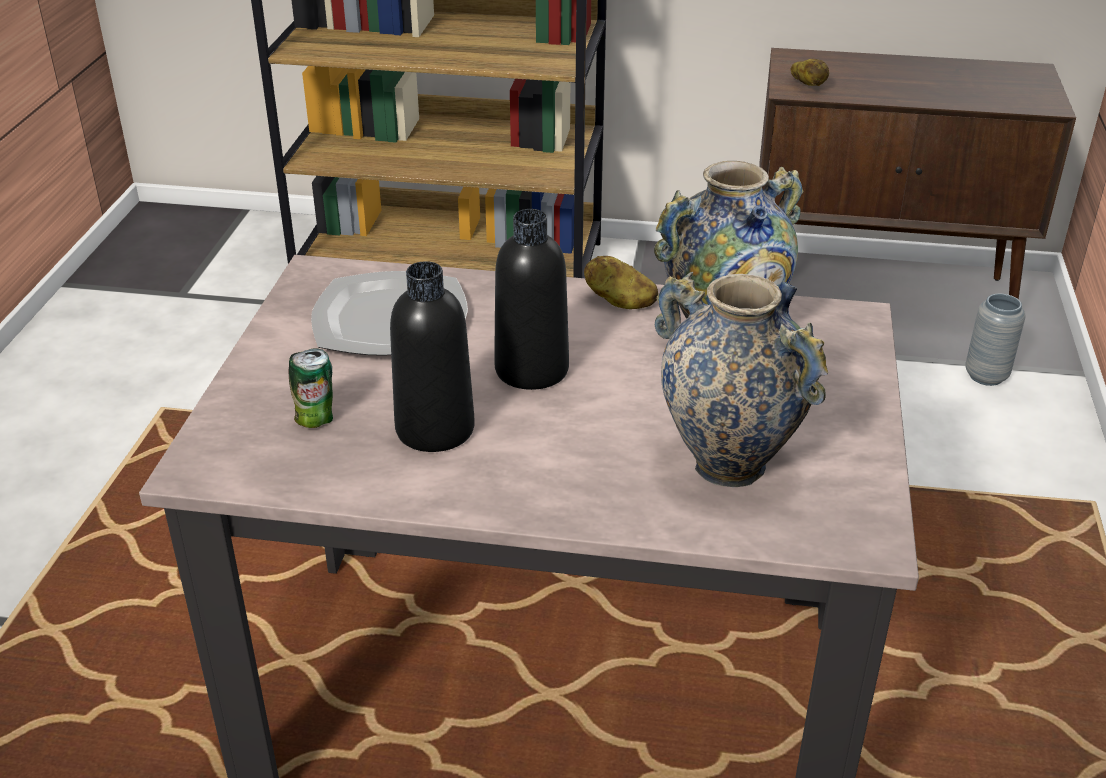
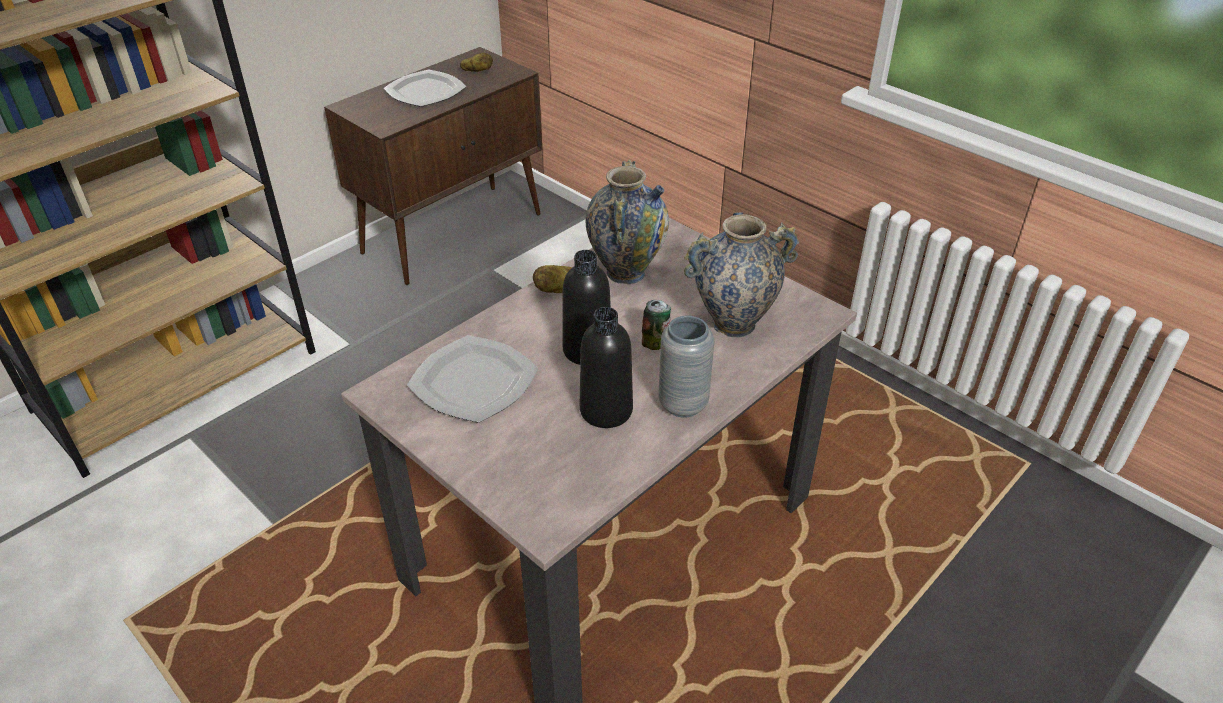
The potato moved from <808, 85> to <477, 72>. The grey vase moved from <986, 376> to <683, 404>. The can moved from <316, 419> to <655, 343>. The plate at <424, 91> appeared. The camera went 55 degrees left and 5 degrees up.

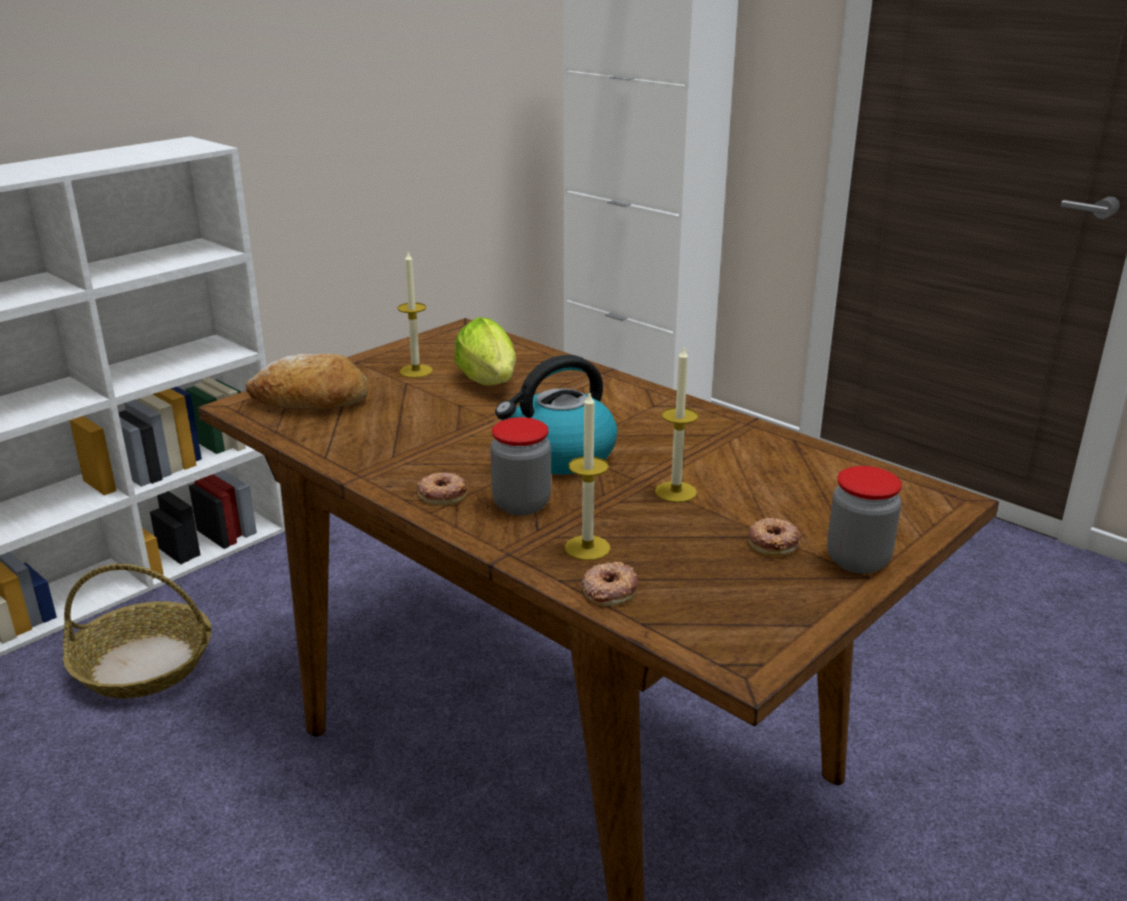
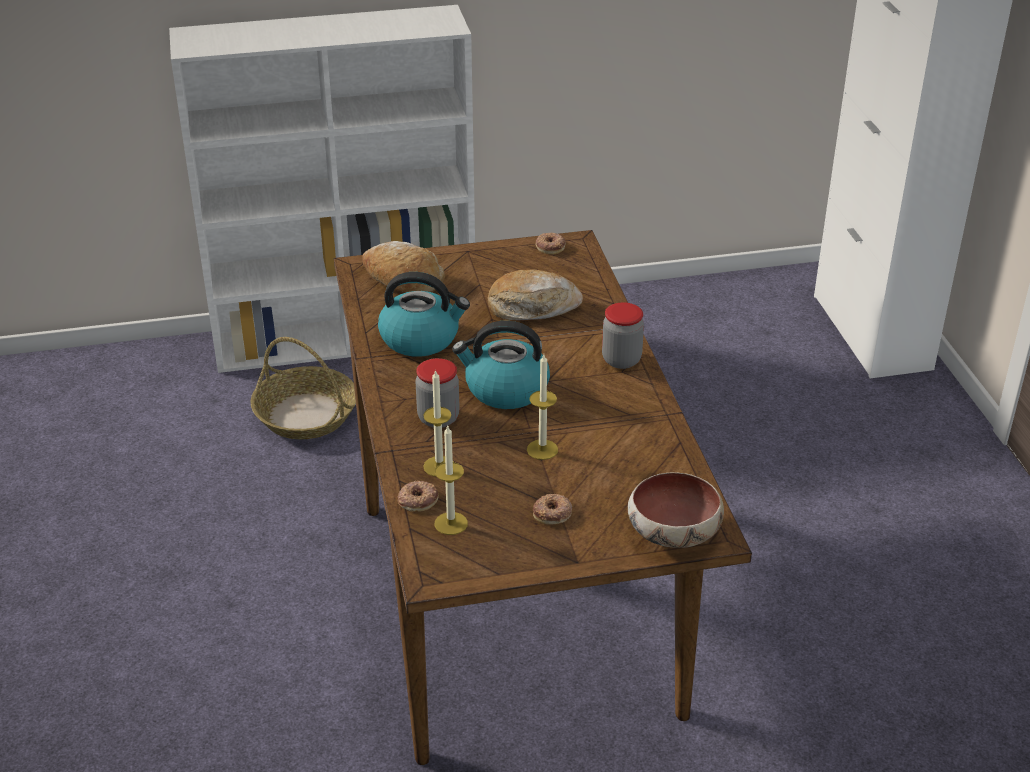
The candle moved from <416, 371> to <451, 523>. The lettuce at <490, 384> was replaced by the bread at <533, 307>. The jar moved from <857, 560> to <621, 360>. The donut moved from <442, 494> to <550, 246>. The kettle at <421, 338> appeared. The bowl at <672, 534> appeared. The camera went 35 degrees right and 10 degrees up.

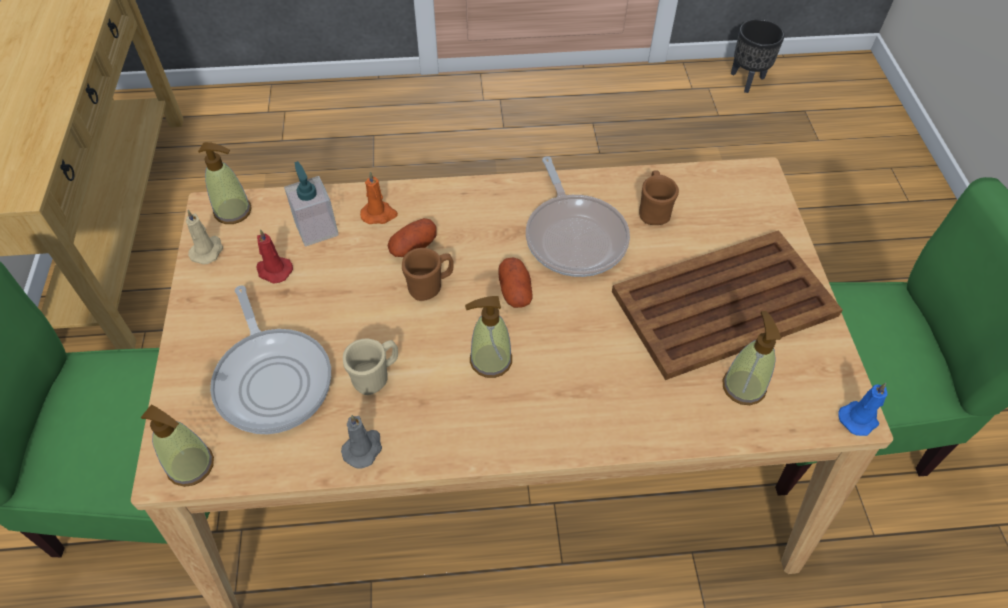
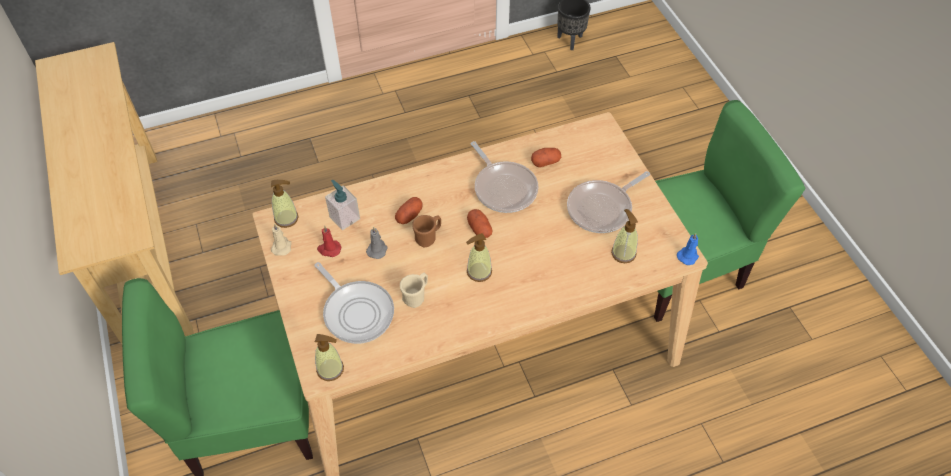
The brown mug at <653, 211> was replaced by the potato at <545, 162>. The orange candle at <379, 214> disappeared. The brown tray at <726, 303> was replaced by the frying pan at <602, 209>. The grey candle moved from <363, 448> to <377, 249>. The camera went 15 degrees left and 0 degrees up.

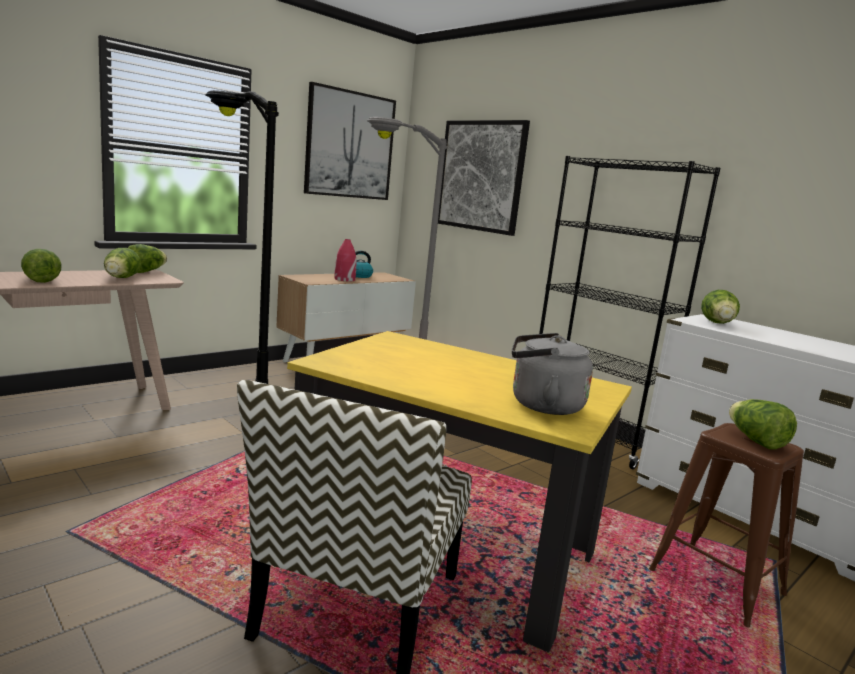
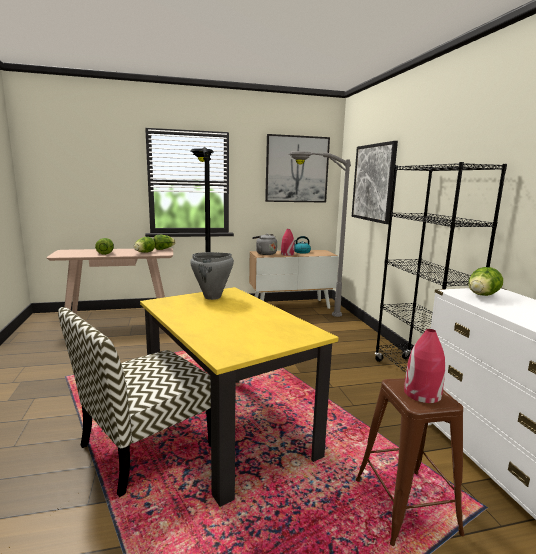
The grey kettle moved from <541, 405> to <265, 253>. The lettuce at <756, 441> was replaced by the red vase at <422, 394>. The grey cooking pot at <212, 297> appeared. The camera went 30 degrees right and 0 degrees up.

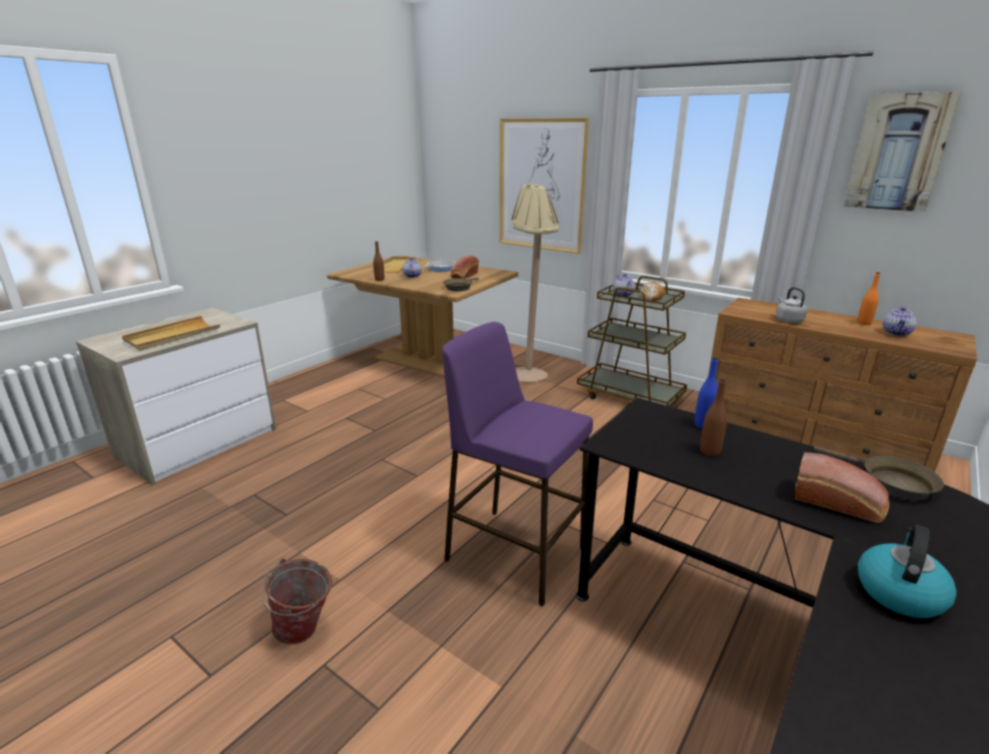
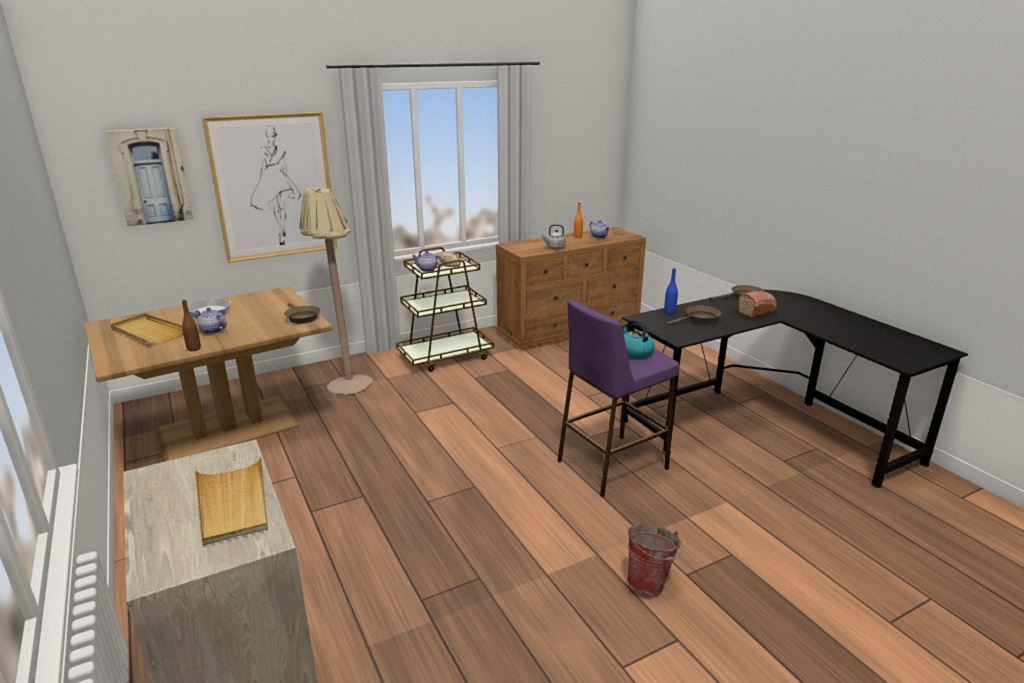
The picture moved from <898, 153> to <151, 176>. The bread at <464, 276> disappeared. The brown bottle at <710, 451> was replaced by the brown frying pan at <699, 319>. The kettle moved from <899, 592> to <634, 352>. The camera went 65 degrees left and 0 degrees up.

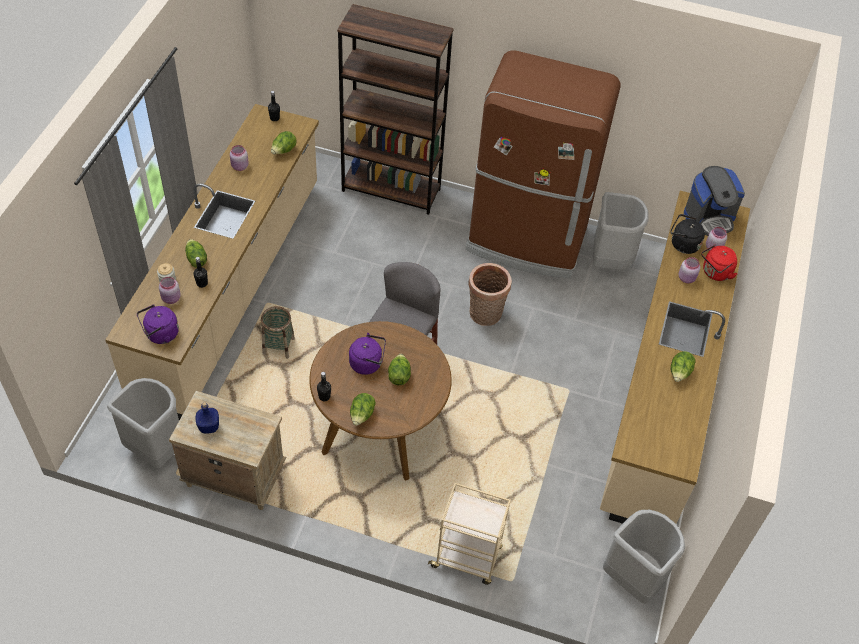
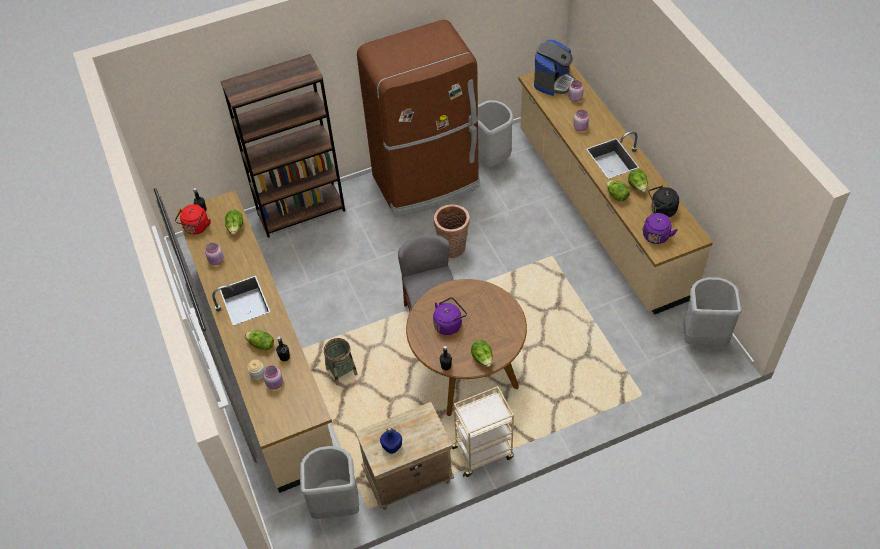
The black kettle moved from <682, 244> to <661, 210>. The red kettle moved from <715, 273> to <196, 228>. The purple kettle moved from <160, 334> to <655, 237>. The lettuce moved from <399, 376> to <616, 196>. The beige cart moved from <467, 557> to <483, 452>. The camera went 35 degrees left and 0 degrees up.

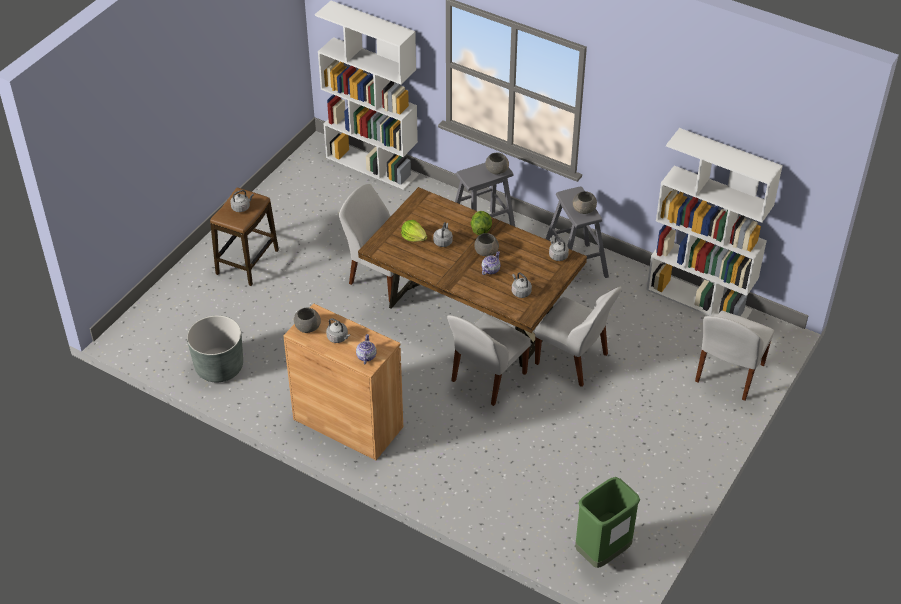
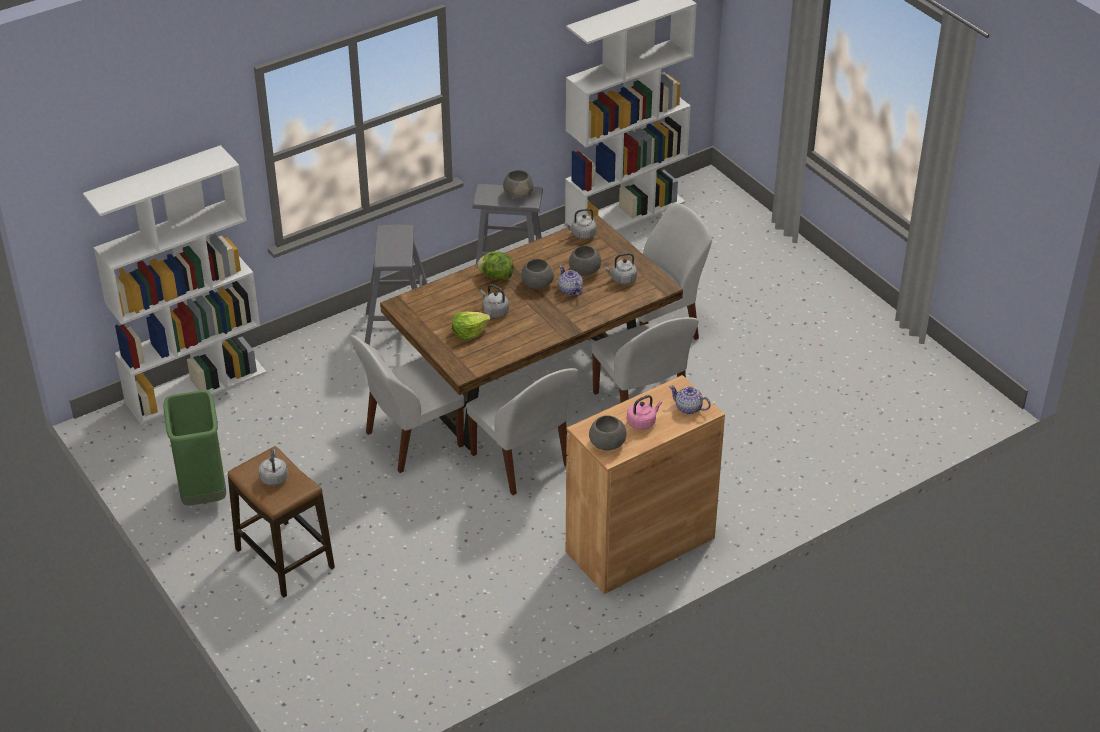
The grey bowl moved from <496, 170> to <584, 271>. The white chair moved from <728, 374> to <521, 462>. The grey planter at <219, 367> disappeared. The grey kettle at <338, 338> became the pink kettle at <642, 422>. The green trash can moved from <602, 553> to <204, 494>. The camera went 65 degrees left and 5 degrees down.

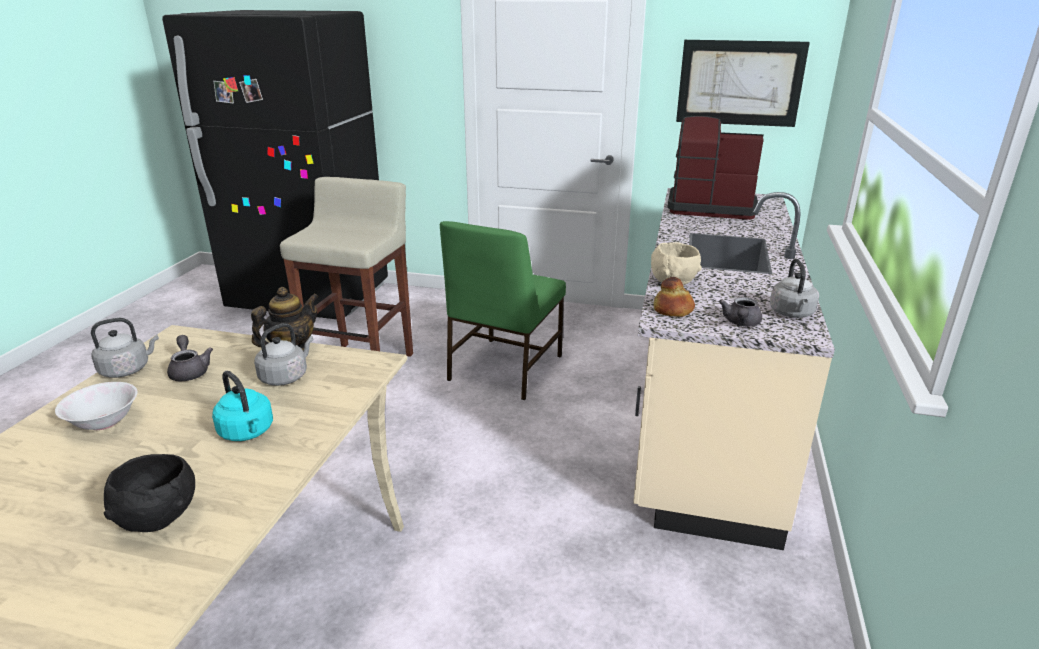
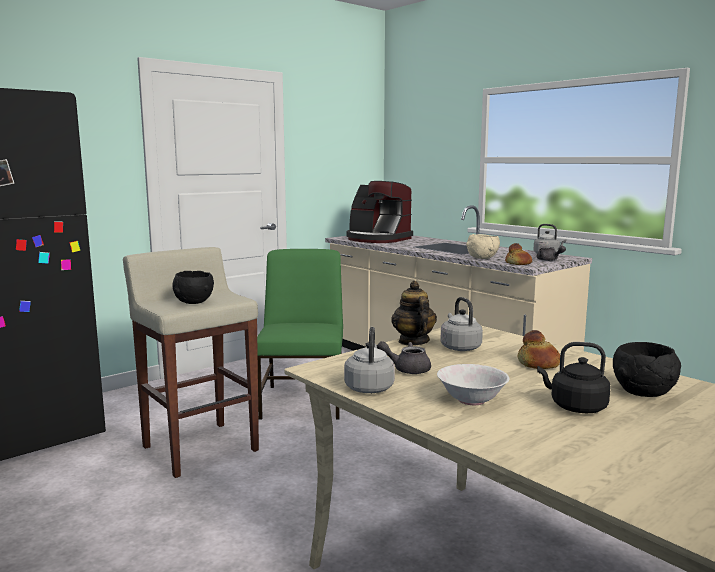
The picture at <739, 83> disappeared. The coffee machine at <709, 207> turned 105 degrees counterclockwise. The green chair at <504, 368> turned 150 degrees counterclockwise. The turquoise kettle at <248, 432> was replaced by the bread at <539, 363>. The black bowl at <193, 303> appeared. The black kettle at <575, 407> appeared. The camera went 55 degrees left and 15 degrees down.

